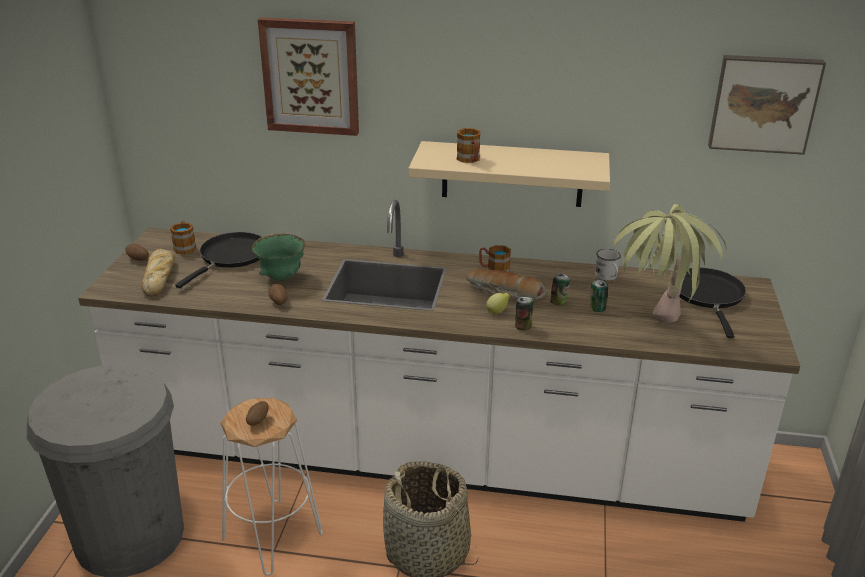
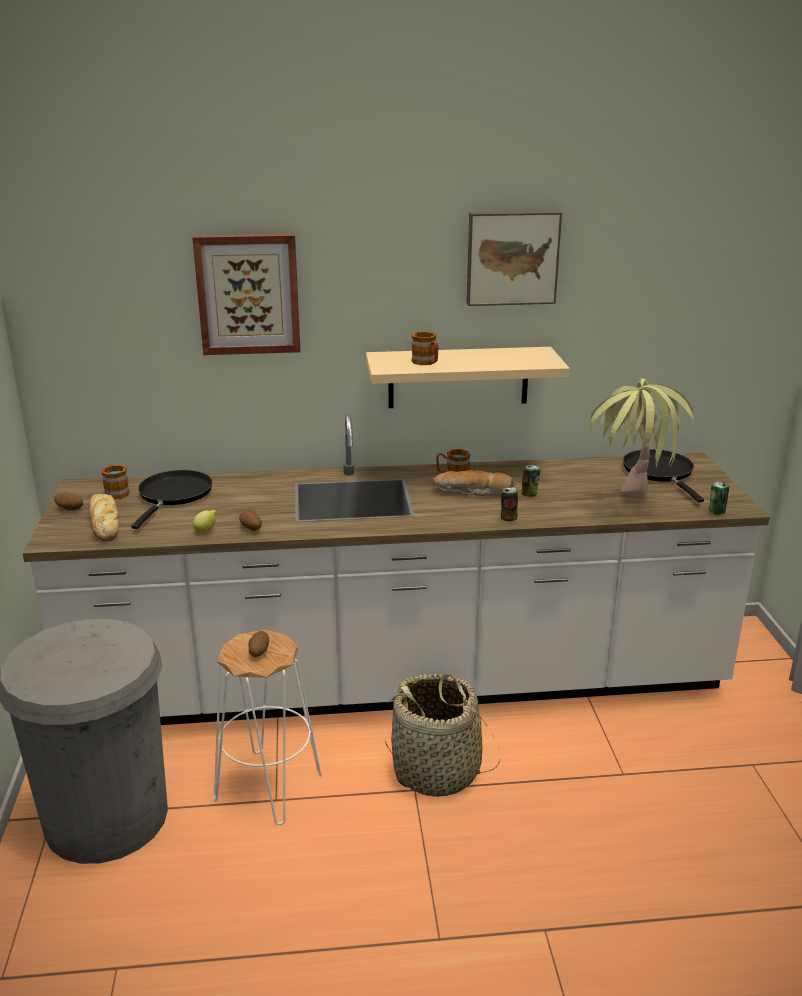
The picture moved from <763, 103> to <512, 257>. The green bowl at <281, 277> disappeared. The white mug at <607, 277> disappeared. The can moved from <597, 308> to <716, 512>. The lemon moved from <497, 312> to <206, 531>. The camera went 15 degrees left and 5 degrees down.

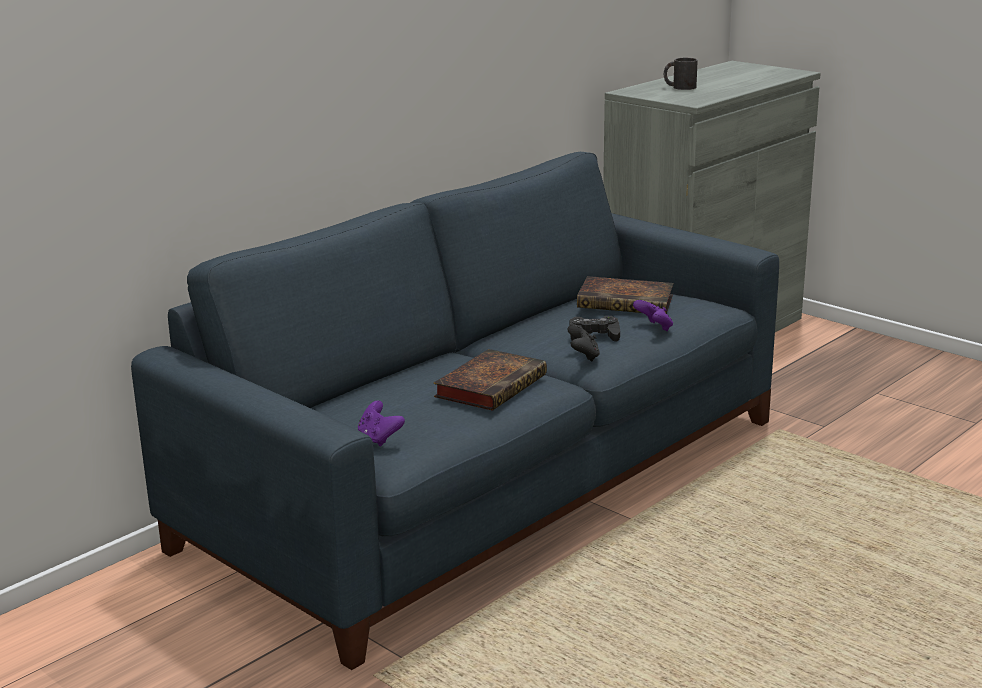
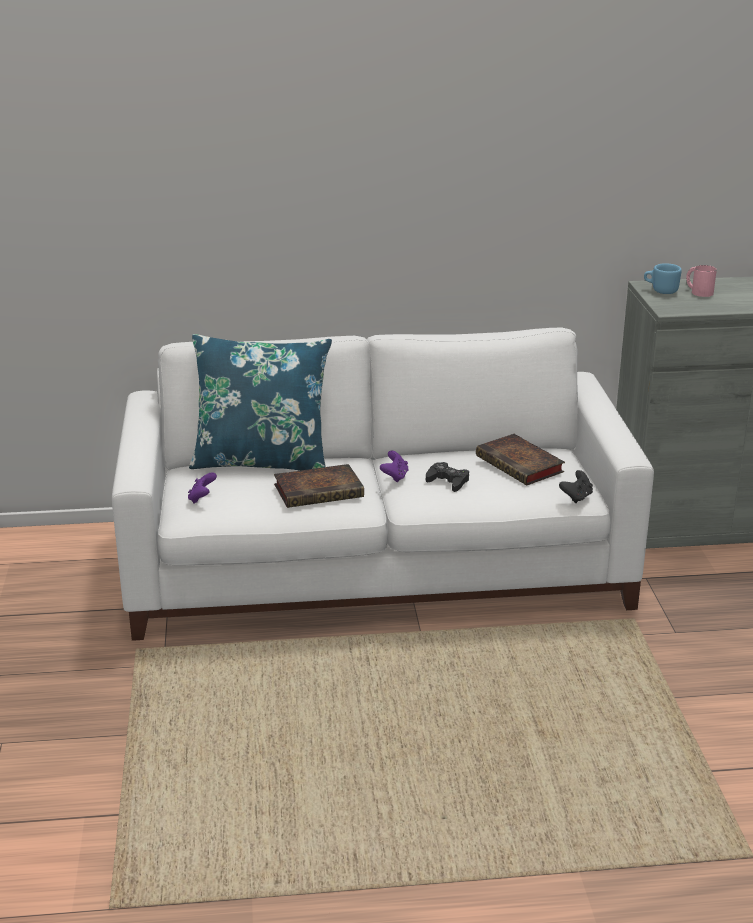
The black mug at <679, 87> became the pink mug at <698, 291>. The blue sofa at <494, 482> became the white sofa at <378, 566>. The purple game controller moved from <654, 328> to <395, 477>. The black game controller moved from <583, 356> to <576, 497>. The blue mug at <660, 290> appeared. The blue pillow at <262, 461> appeared. The camera went 40 degrees right and 5 degrees up.

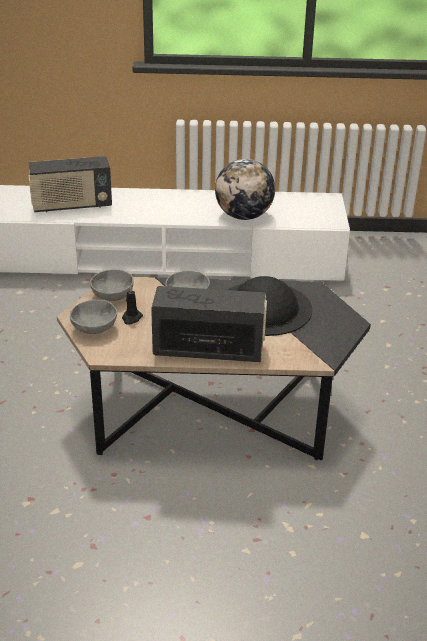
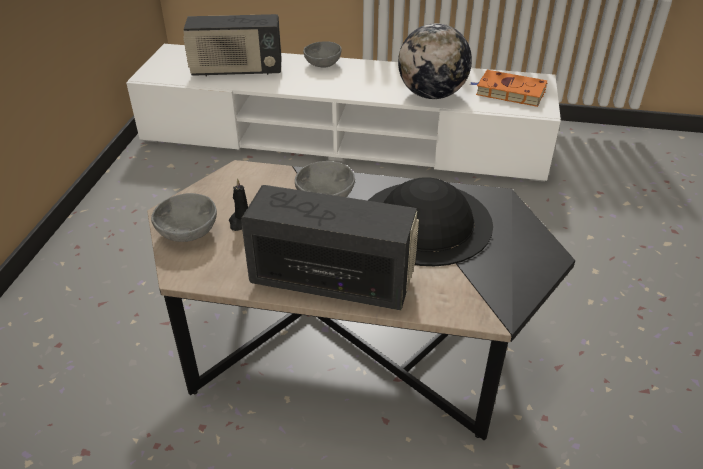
The grey bowl moved from <112, 296> to <322, 64>. The orange book at <508, 92> appeared. The camera went 10 degrees right and 5 degrees up.

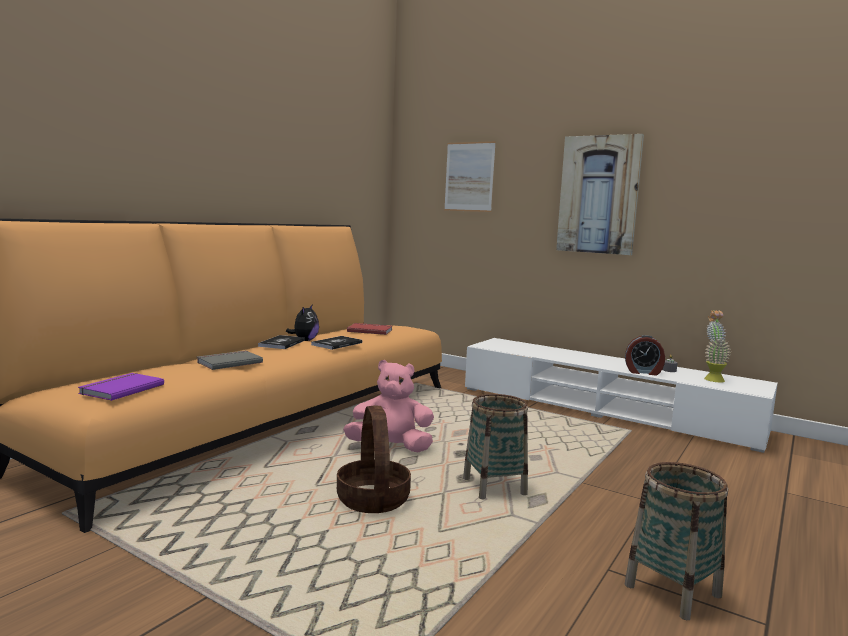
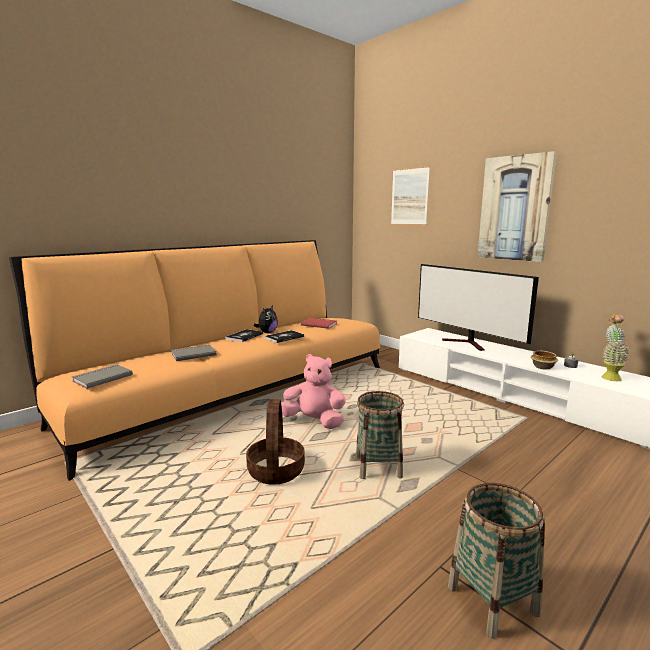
The alarm clock at <643, 372> was replaced by the bowl at <543, 367>. The purple book at <120, 389> became the grey book at <101, 378>. The television at <468, 344> appeared. The camera went 15 degrees right and 5 degrees up.

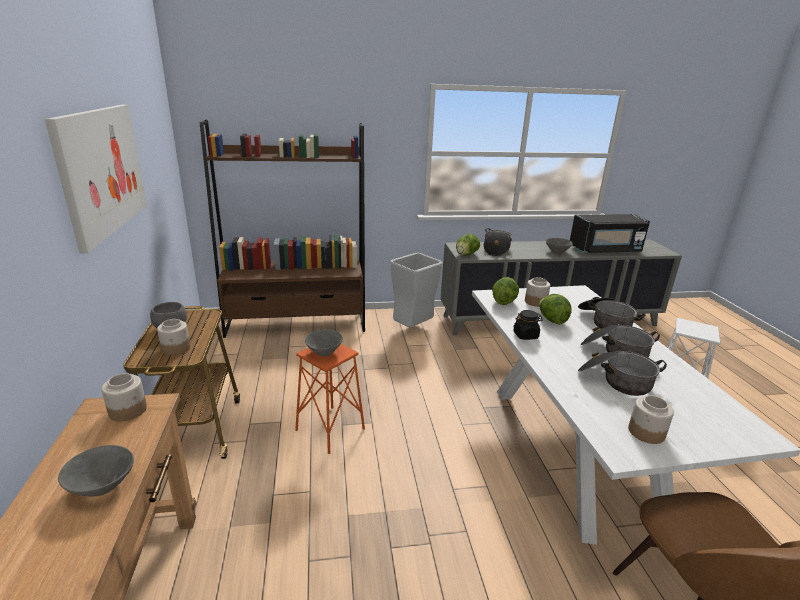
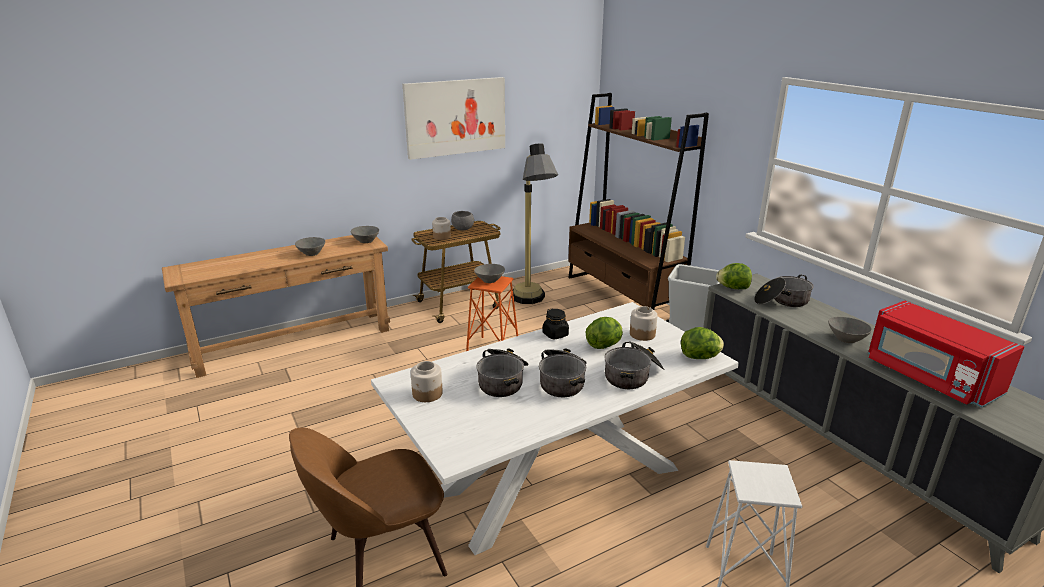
The black microwave at <605, 250> became the red microwave at <929, 377>. The lettuce moved from <503, 301> to <700, 357>. The jar at <128, 410> was replaced by the grey bowl at <366, 241>. The floor lamp at <532, 303> appeared. The camera went 70 degrees right and 0 degrees up.

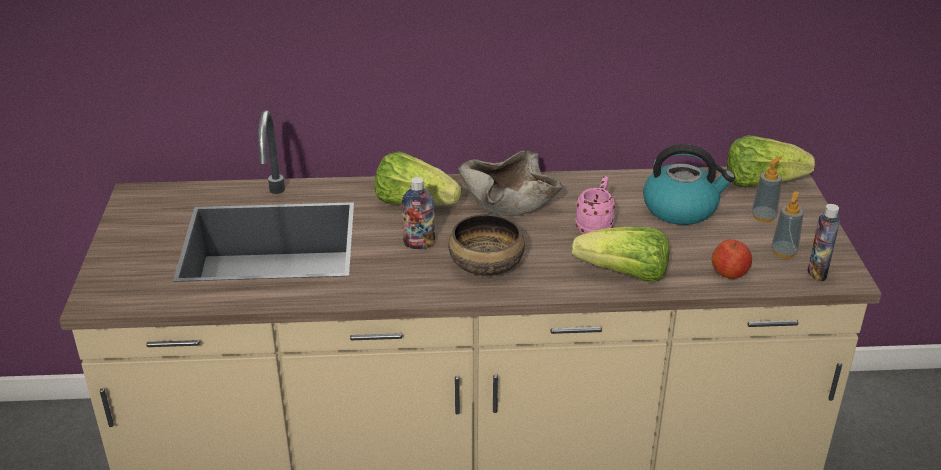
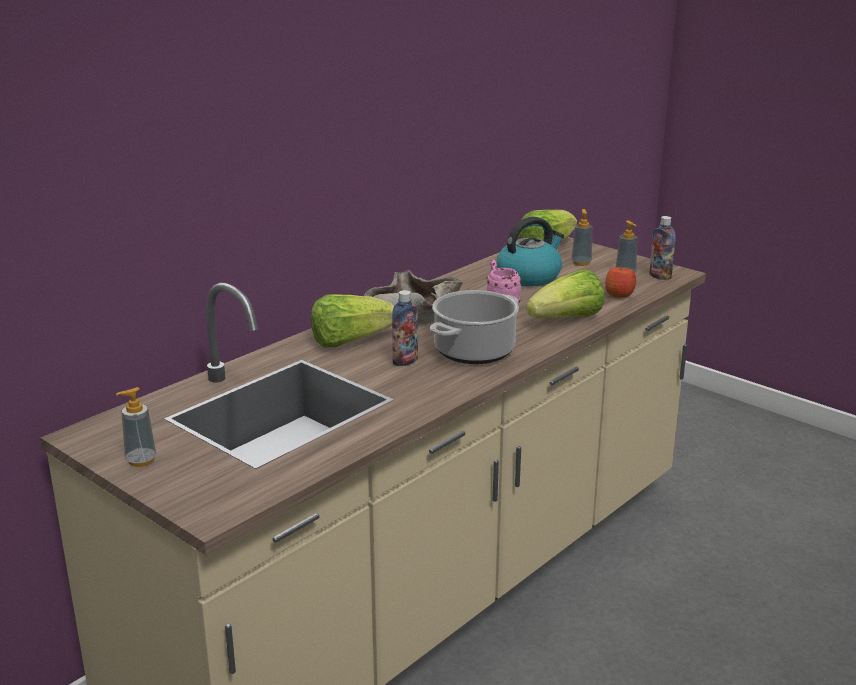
The bowl at <485, 264> was replaced by the cooking pot at <474, 352>. The soap dispenser at <141, 460> appeared. The camera went 45 degrees left and 10 degrees down.

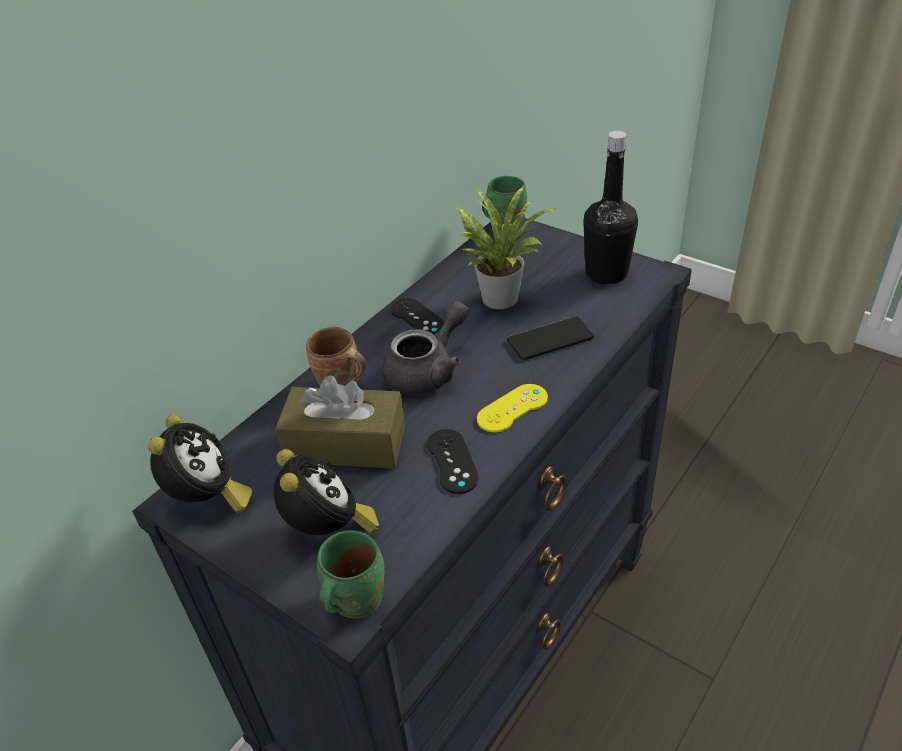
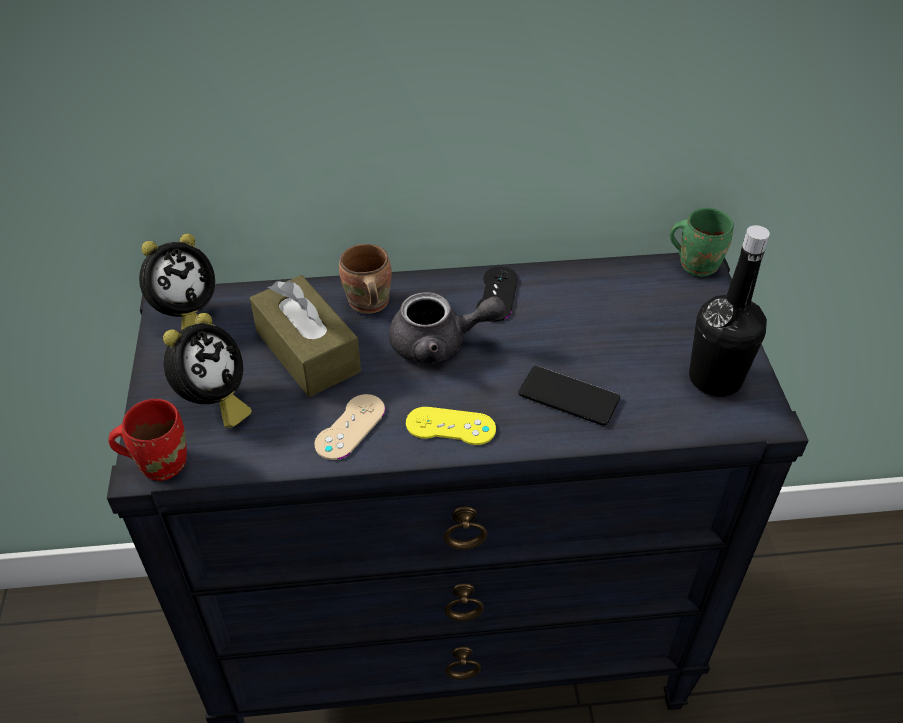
The potted plant at <499, 295> disappeared. The black game controller at <452, 461> became the beige game controller at <350, 427>. The green mug at <353, 600> became the red mug at <160, 461>. The camera went 45 degrees right and 5 degrees up.

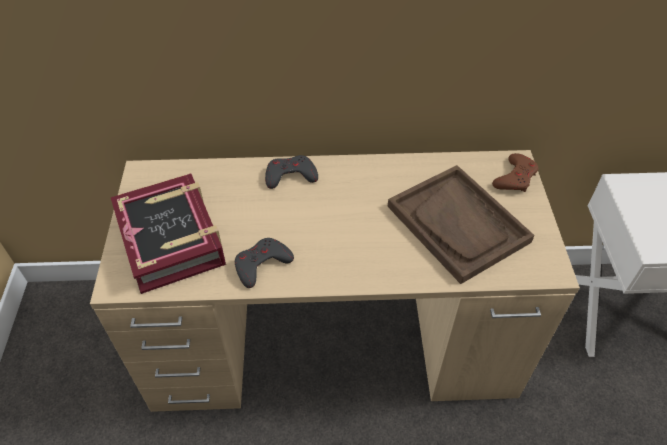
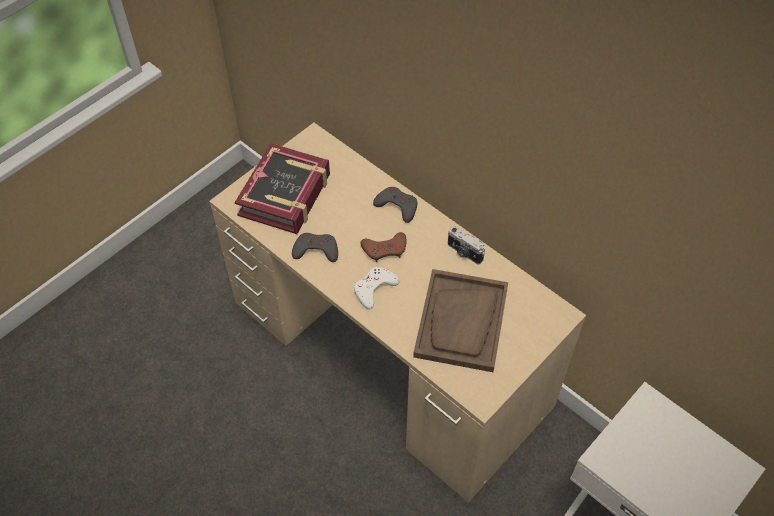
The brown game controller moved from <515, 177> to <385, 249>. The photo camera at <464, 253> appeared. The white game controller at <374, 289> appeared. The camera went 45 degrees right and 5 degrees up.

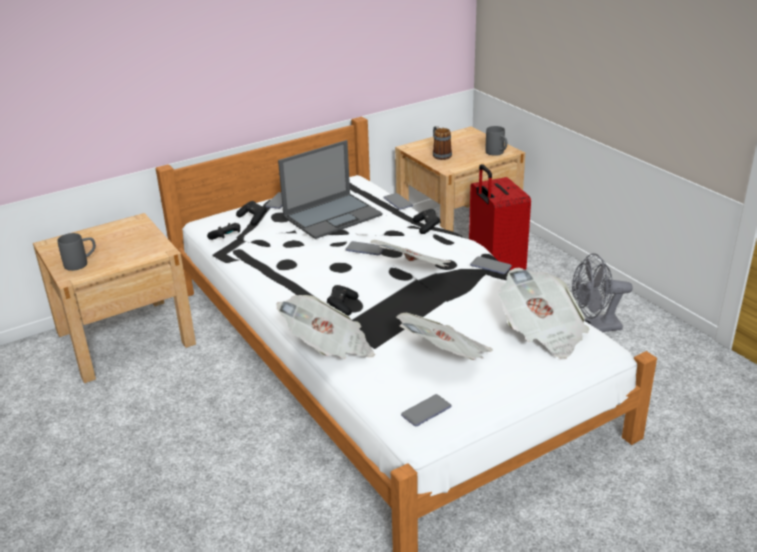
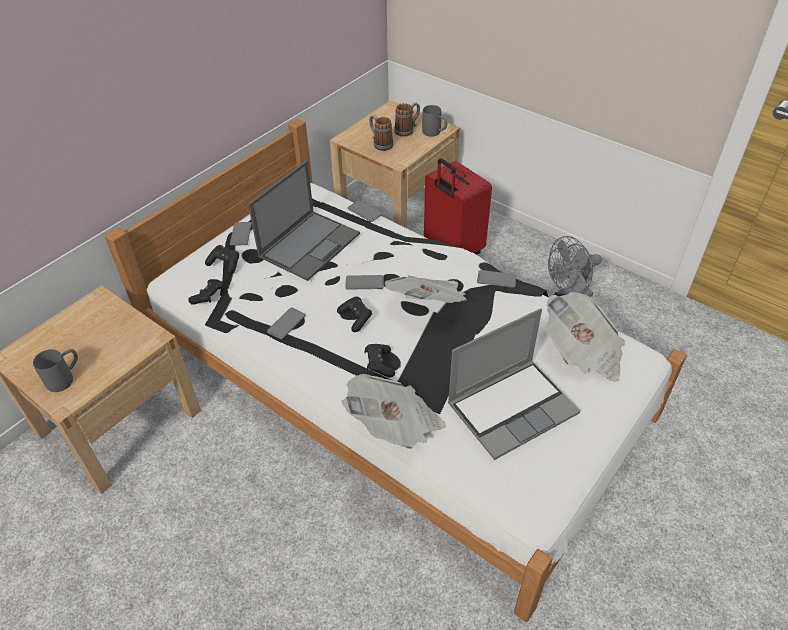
The black game controller moved from <427, 226> to <356, 318>. The newspaper at <445, 357> was replaced by the laptop at <512, 407>. The phone moved from <426, 411> to <286, 324>. The mug at <407, 130> appeared. The camera went 20 degrees left and 15 degrees up.

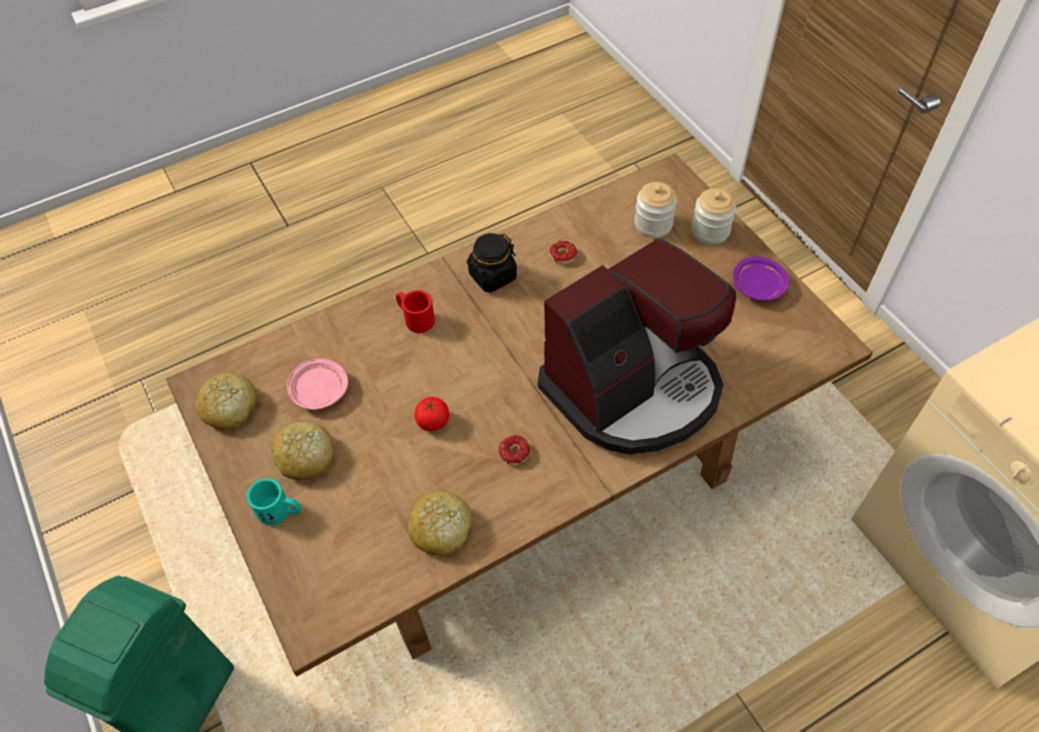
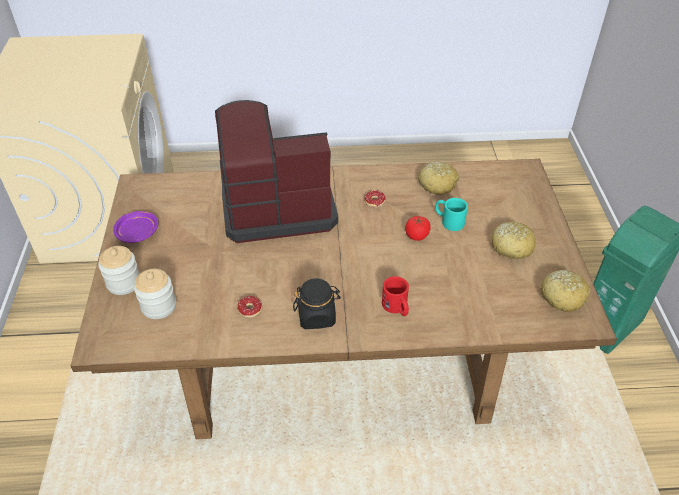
The pink plate at <319, 390> disappeared. The turquoise mug moved from <280, 511> to <448, 221>. The camera went 155 degrees left and 10 degrees down.

